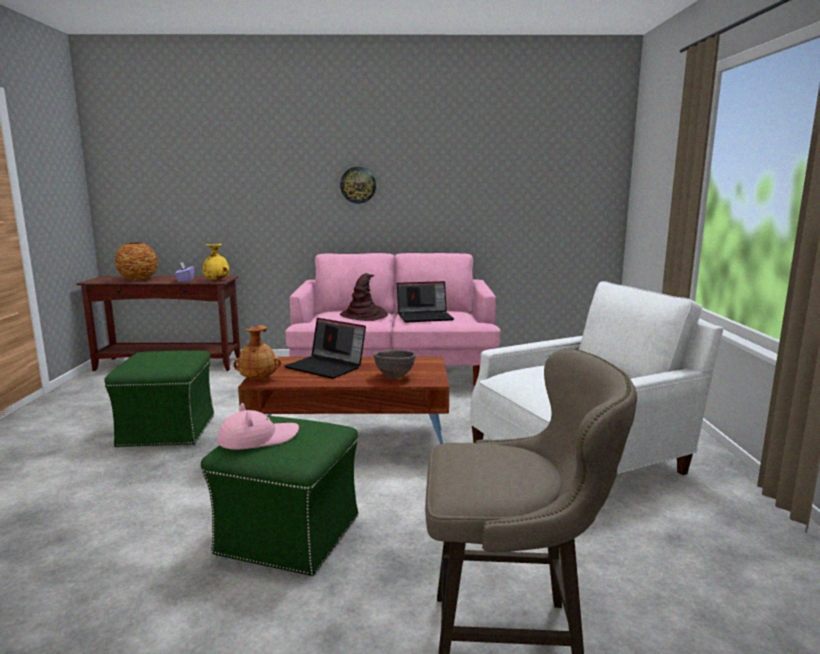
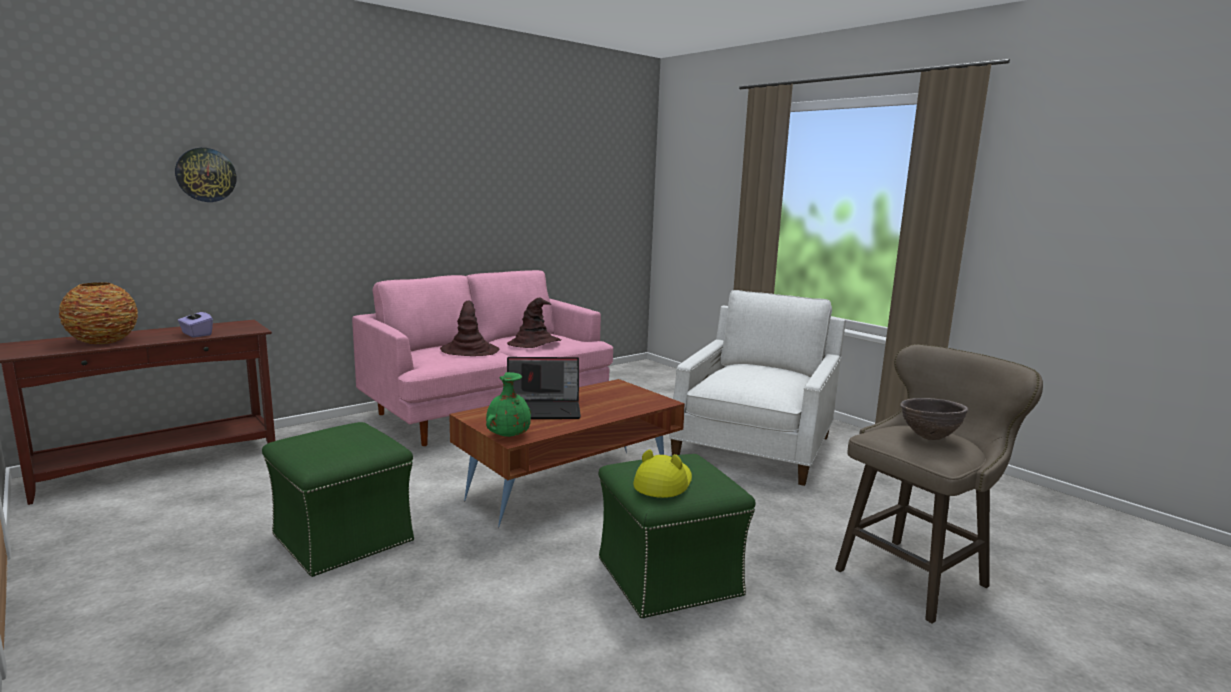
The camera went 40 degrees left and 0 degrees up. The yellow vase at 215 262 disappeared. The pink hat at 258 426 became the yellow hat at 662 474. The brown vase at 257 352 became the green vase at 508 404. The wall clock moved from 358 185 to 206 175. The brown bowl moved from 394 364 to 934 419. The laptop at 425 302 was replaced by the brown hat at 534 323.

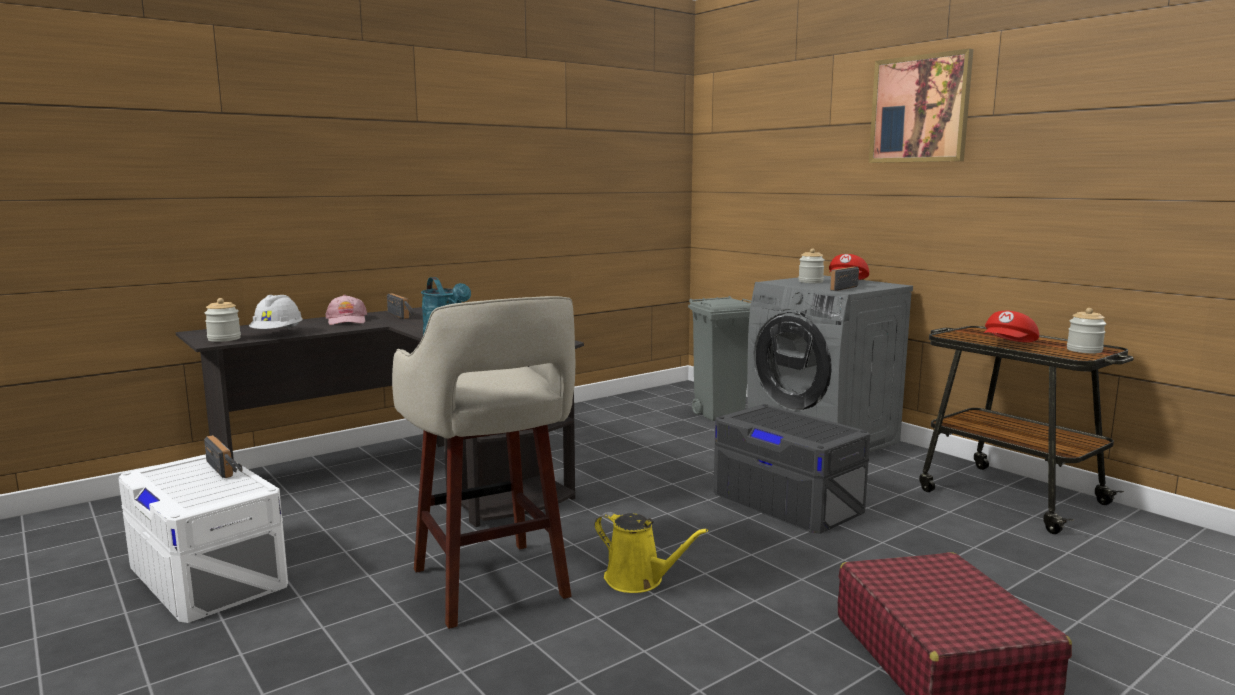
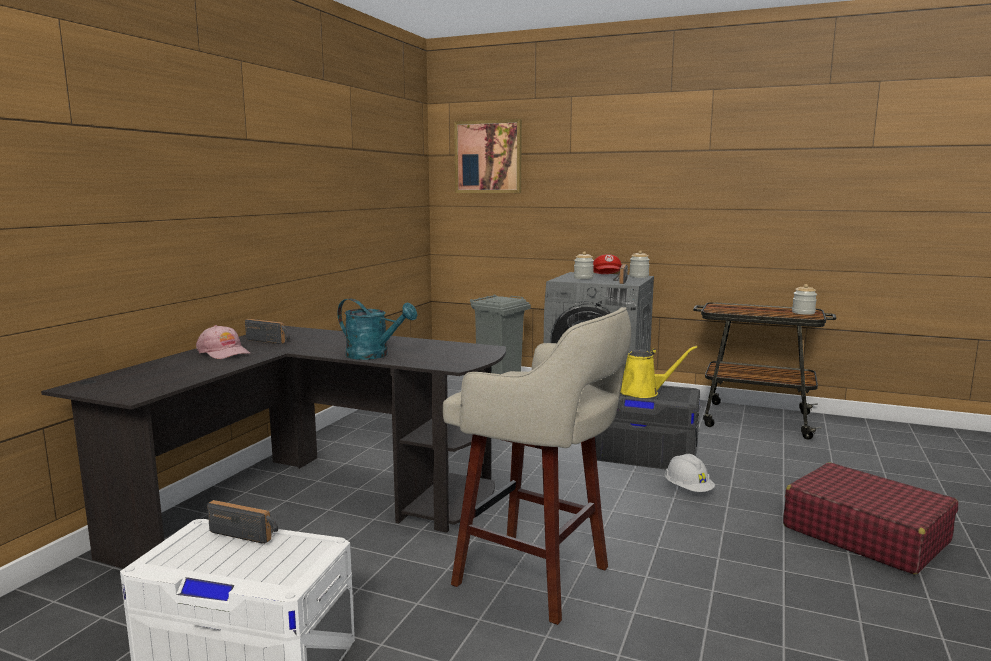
The camera went 30 degrees left and 0 degrees up. The jar moved from 223 320 to 639 264. The white hard hat moved from 276 312 to 689 473. The yellow watering can moved from 651 552 to 658 372. The picture moved from 921 106 to 488 156. The red cap at 1011 326 disappeared.

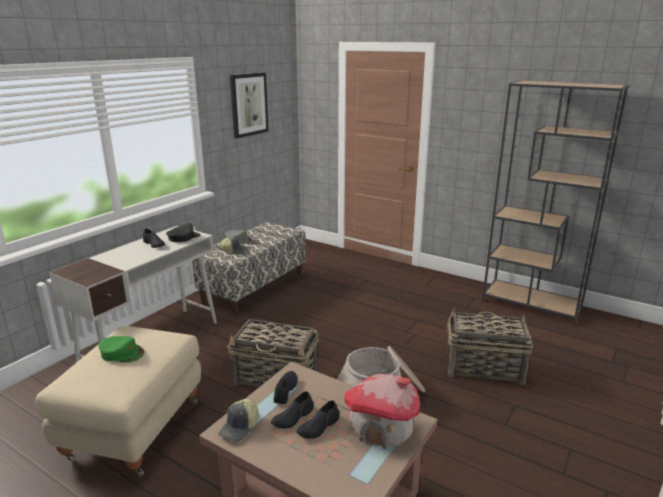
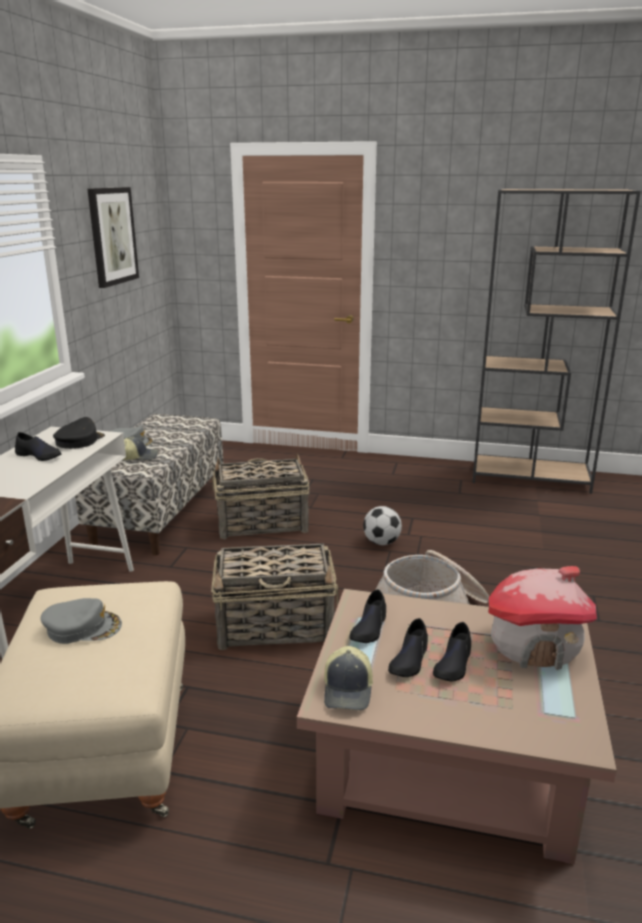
The camera went 20 degrees left and 0 degrees up. The green cap at 121 349 became the grey cap at 81 621. The black shoe at 286 387 turned 150 degrees counterclockwise. The basket moved from 489 346 to 260 496. The football at 382 525 appeared.

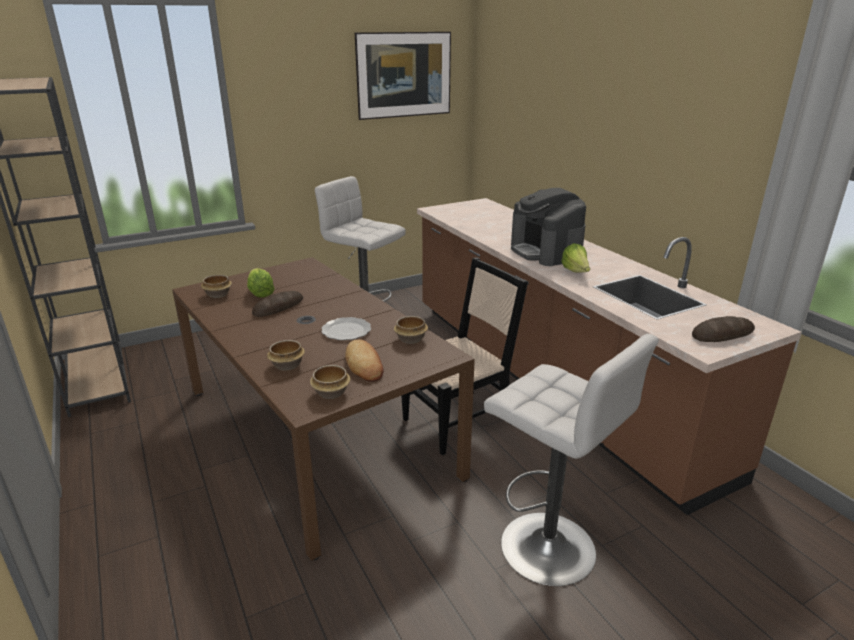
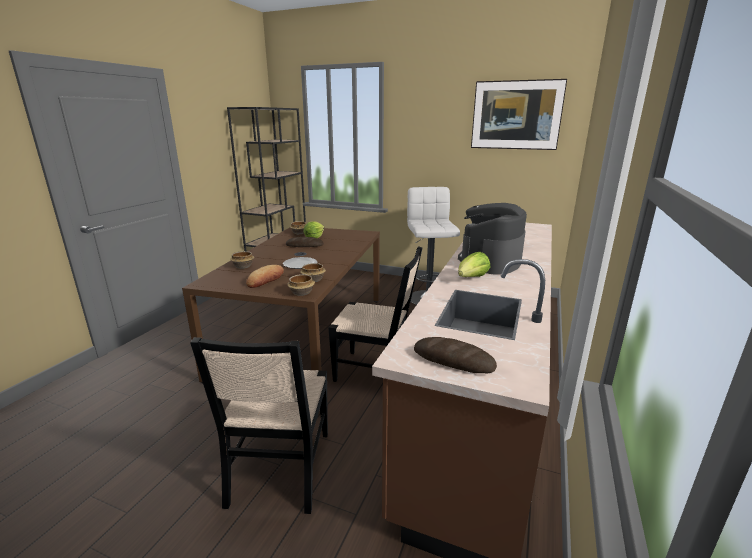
The camera went 50 degrees right and 5 degrees down. The bowl moved from 330 382 to 301 285. The white stool at 571 460 was replaced by the chair at 259 425.

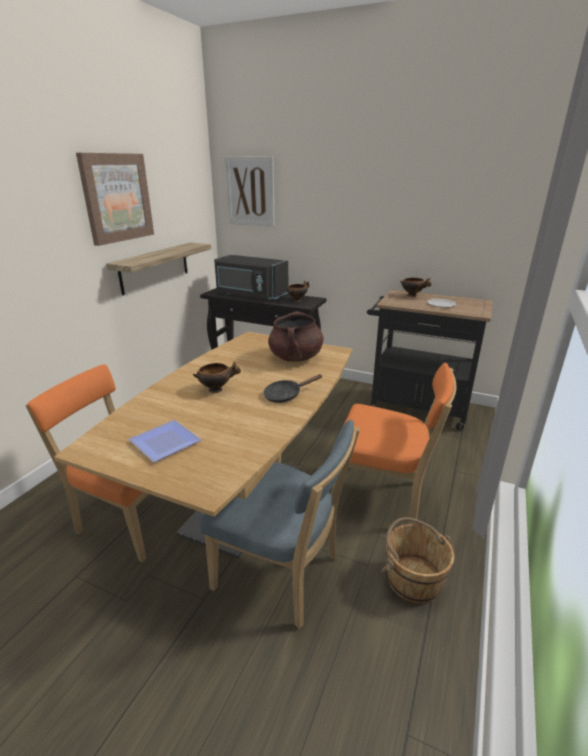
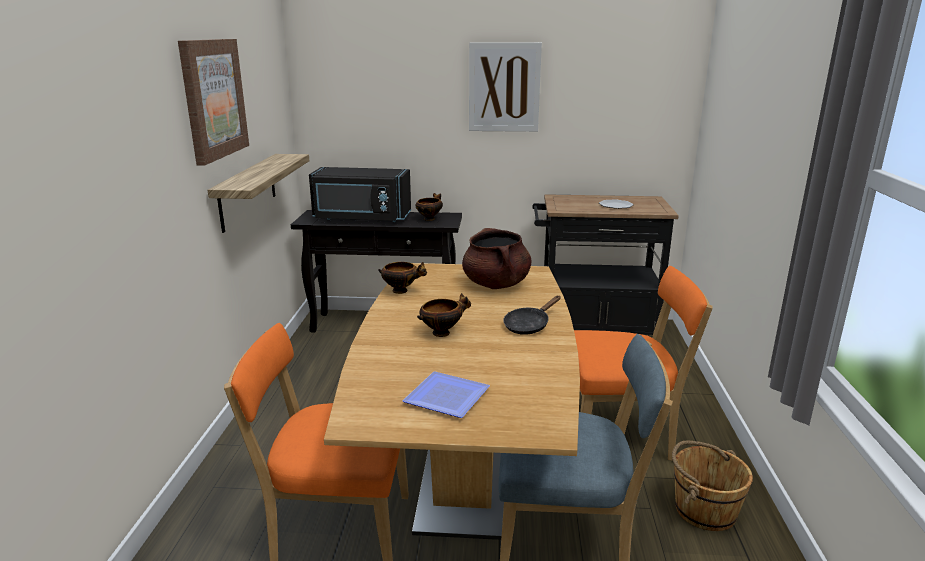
The camera went 20 degrees left and 5 degrees down. The picture moved from 250 191 to 505 87. The bowl moved from 416 287 to 402 278.

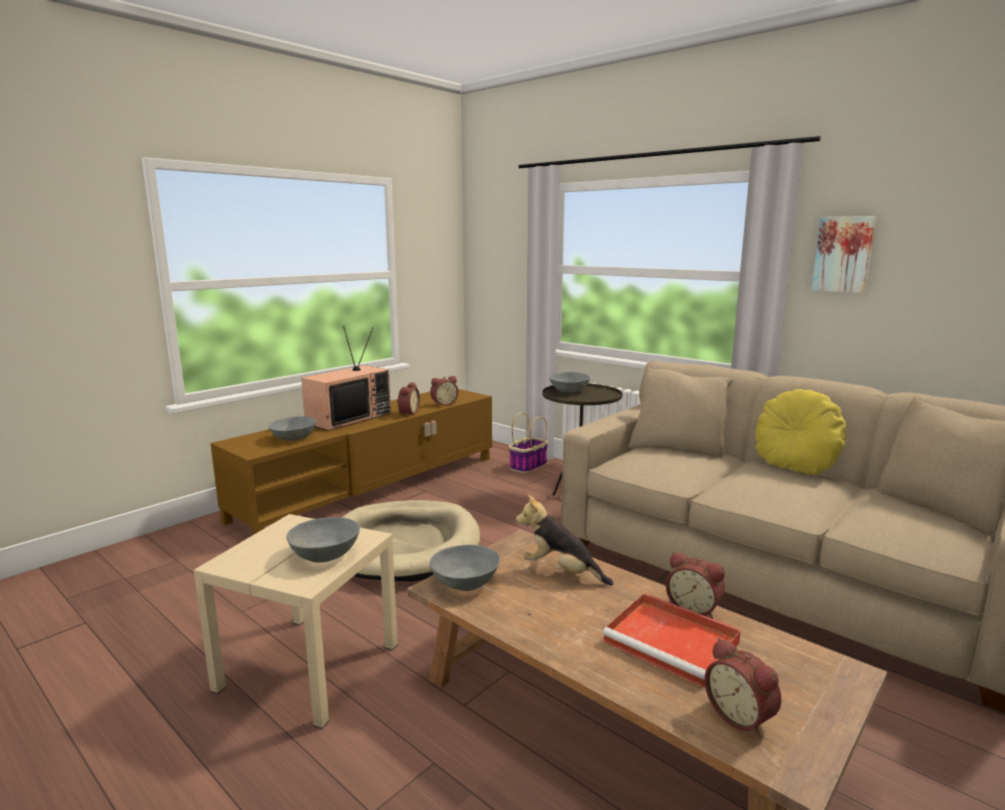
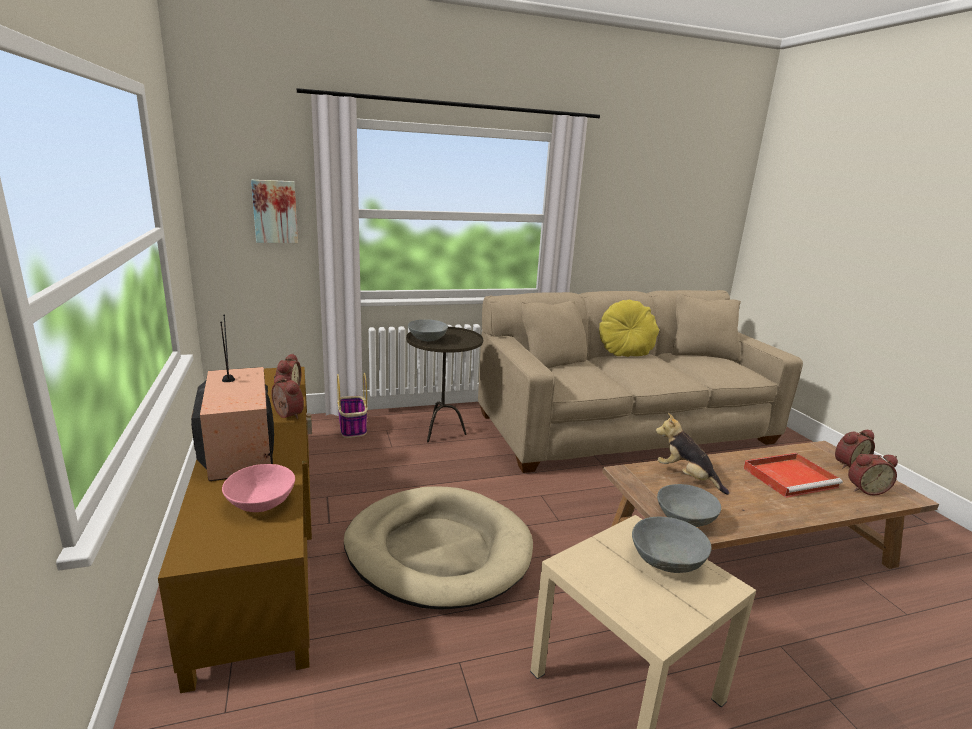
The camera went 60 degrees left and 5 degrees up. The grey bowl at 292 428 became the pink bowl at 258 488. The plush toy at 565 540 turned 75 degrees clockwise. The alarm clock moved from 695 585 to 855 449. The picture moved from 844 254 to 274 211.

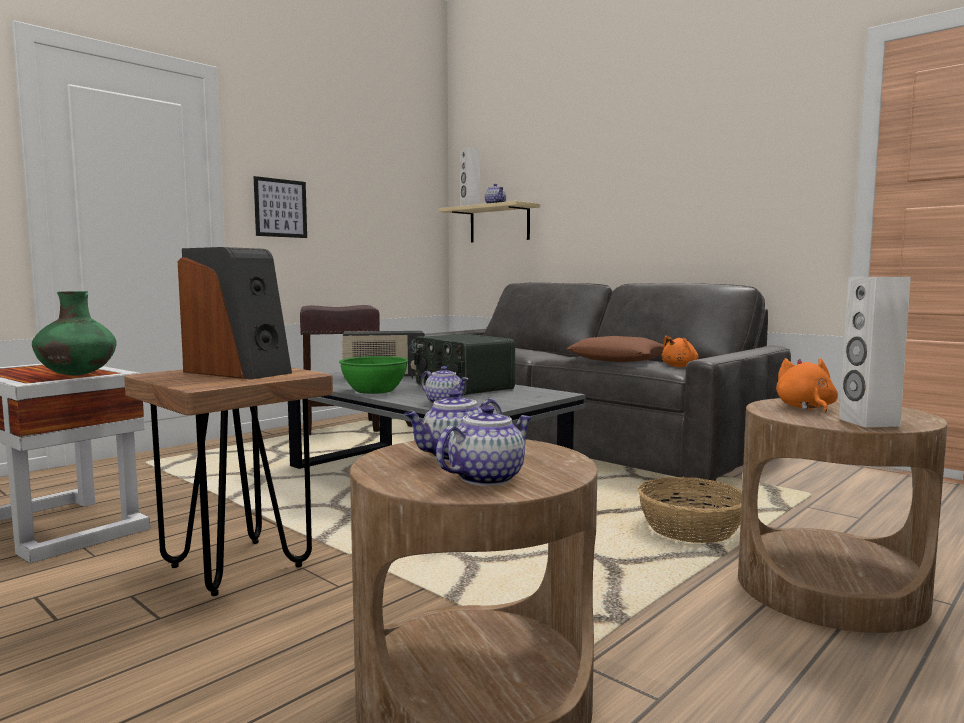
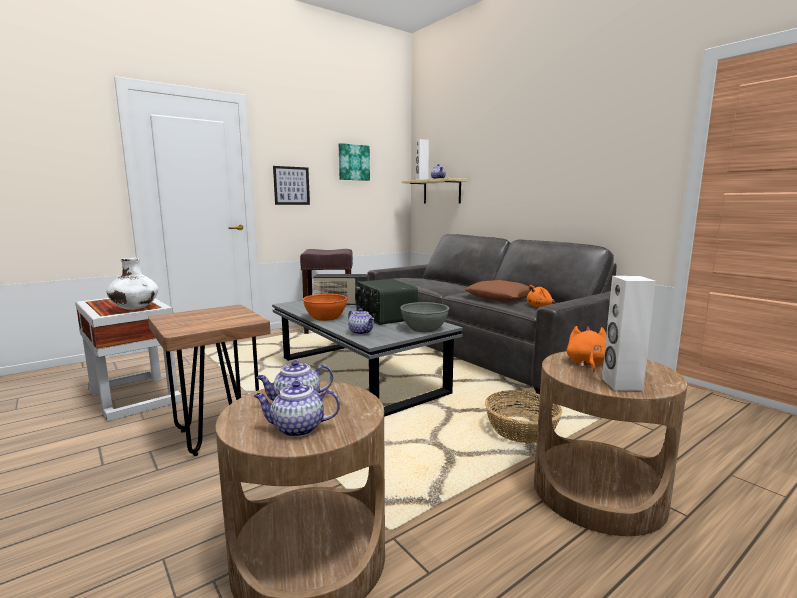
The camera went 10 degrees right and 5 degrees up. The green vase at 74 333 became the white vase at 132 284. The speaker at 235 313 disappeared. The green bowl at 373 375 became the orange bowl at 325 307. The teapot at 484 445 turned 150 degrees counterclockwise. The picture at 354 162 appeared. The grey bowl at 424 317 appeared.

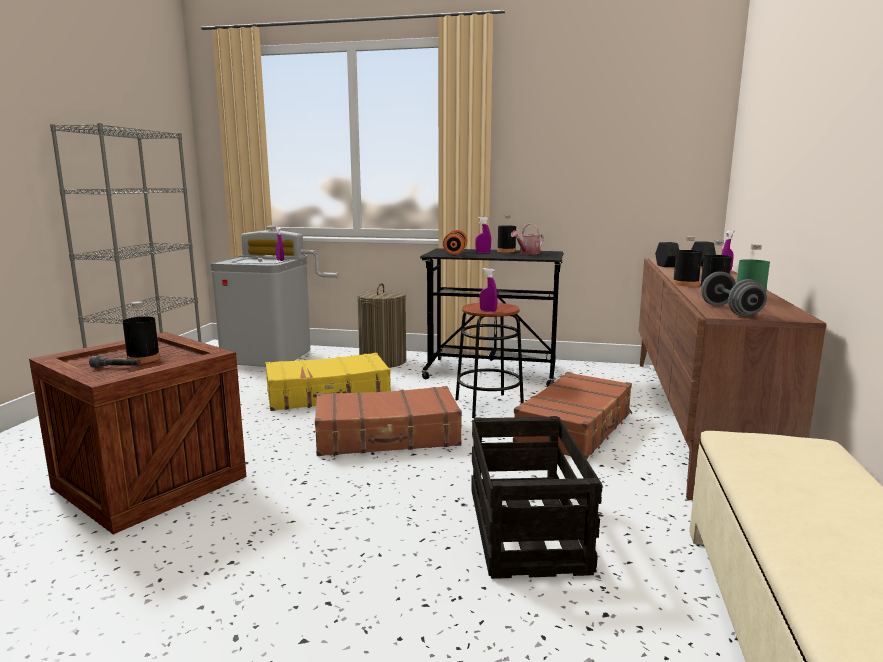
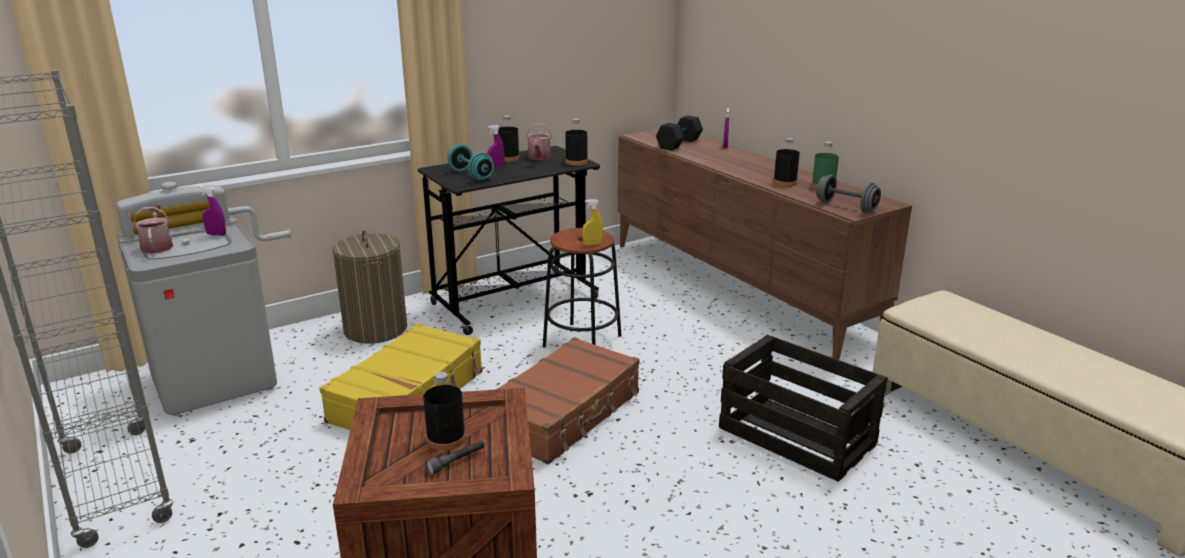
The camera went 45 degrees left and 10 degrees up. The orange dumbbell at 455 242 became the turquoise dumbbell at 470 162. The purple spray bottle at 488 290 became the yellow spray bottle at 592 222. The brown suitcase at 572 415 disappeared. The black bottle moved from 687 261 to 576 142. The watering can at 153 229 appeared.

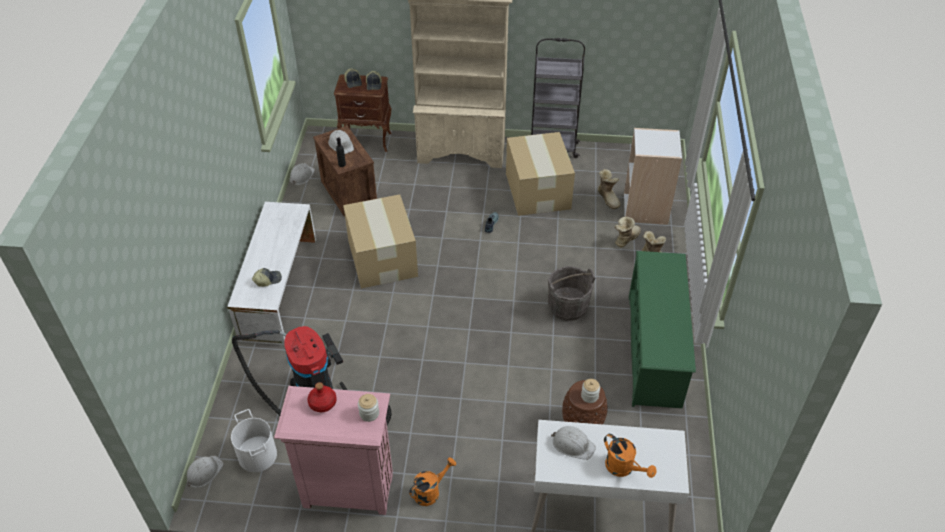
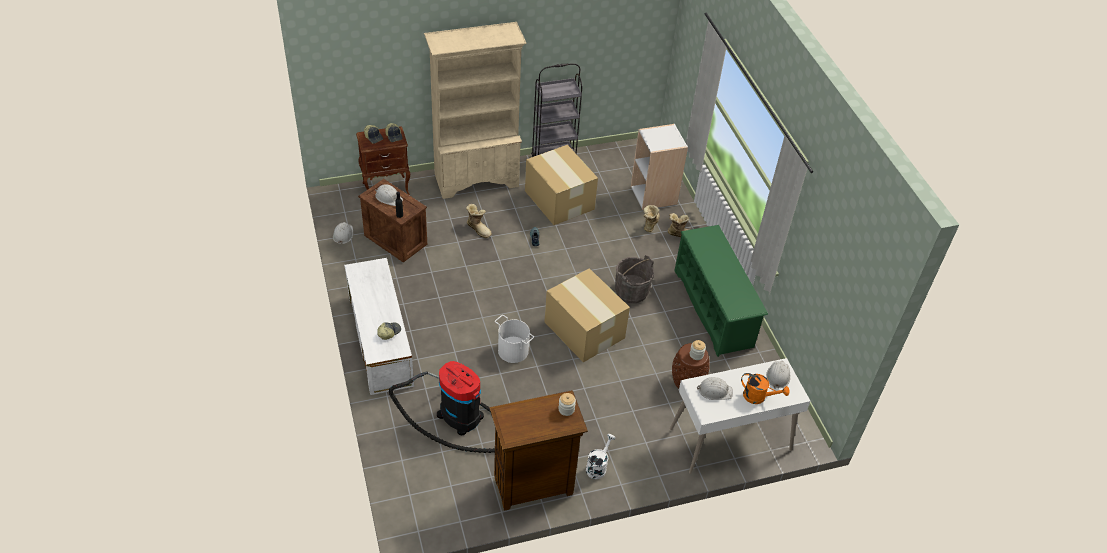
The camera went 25 degrees left and 0 degrees up. The white hard hat moved from 205 471 to 778 375. The white bucket moved from 254 440 to 514 339. The pink cabinet at 333 450 became the brown cabinet at 538 450. The red bottle at 322 397 disappeared. The cardboard box moved from 380 241 to 587 315. The orange watering can at 432 481 became the white watering can at 600 456. The boot moved from 609 189 to 479 221.

